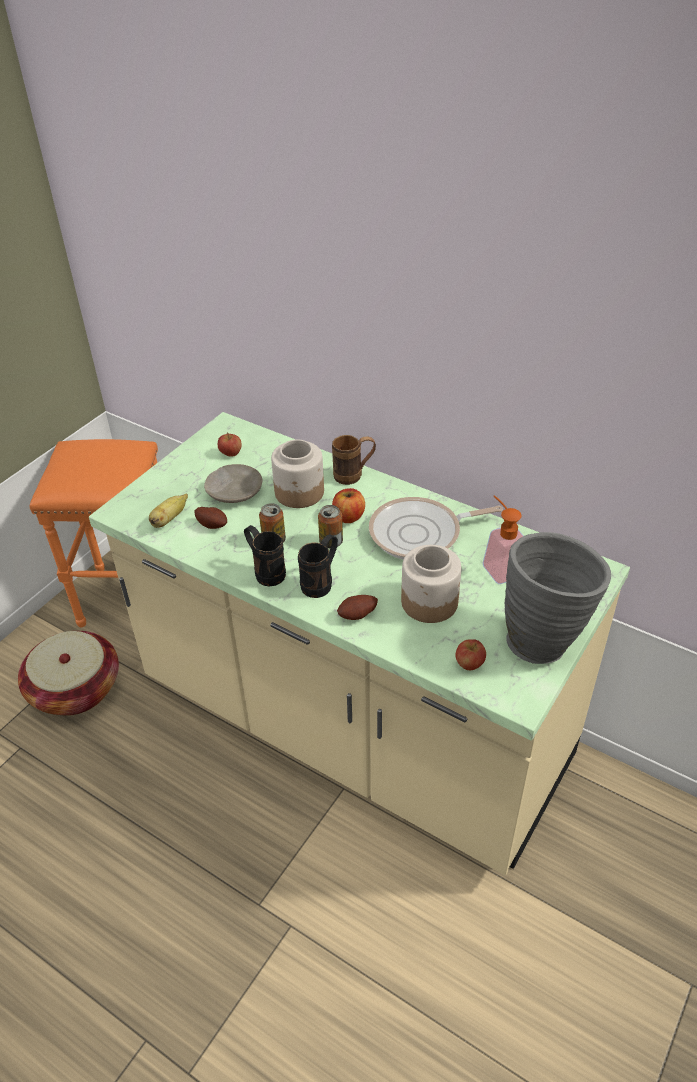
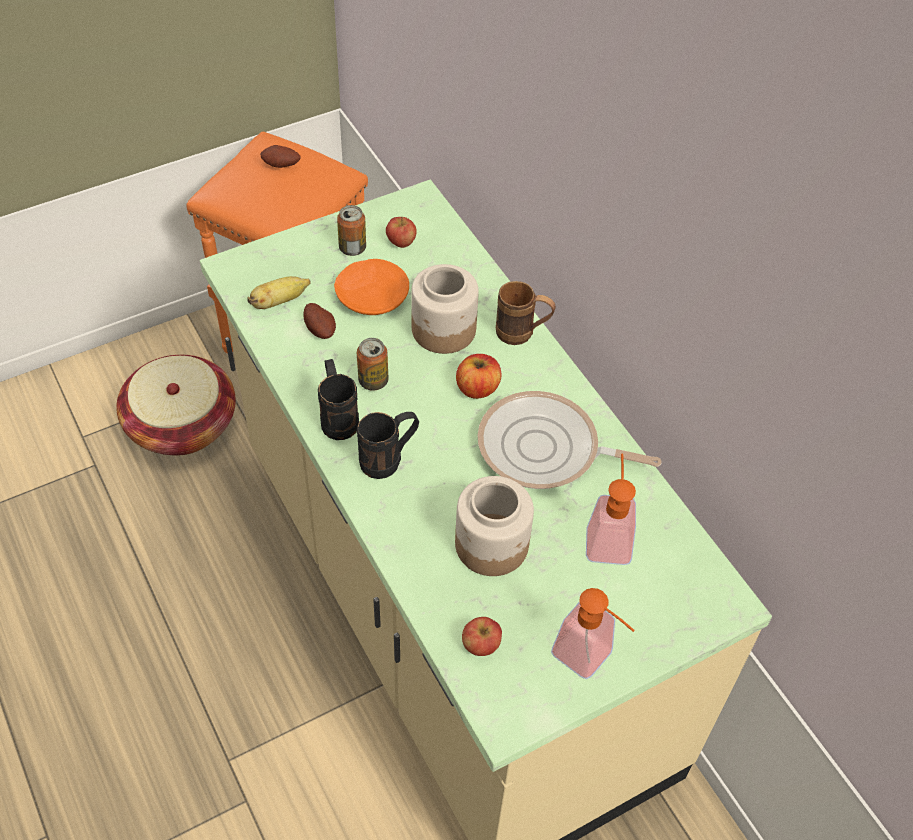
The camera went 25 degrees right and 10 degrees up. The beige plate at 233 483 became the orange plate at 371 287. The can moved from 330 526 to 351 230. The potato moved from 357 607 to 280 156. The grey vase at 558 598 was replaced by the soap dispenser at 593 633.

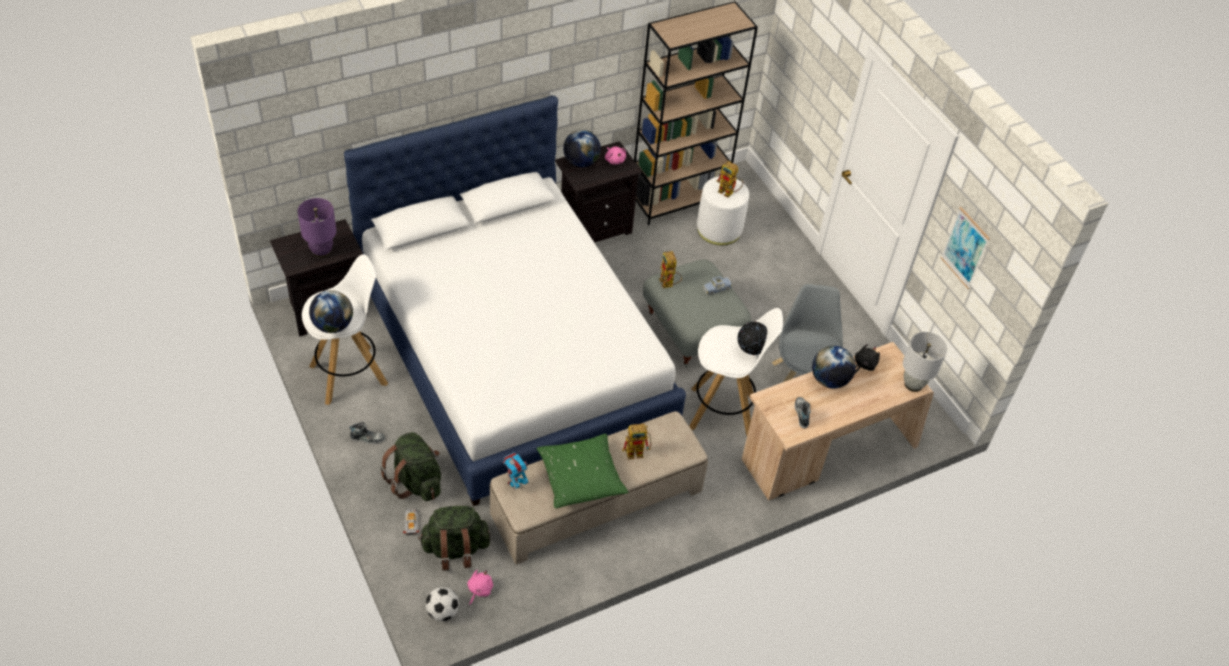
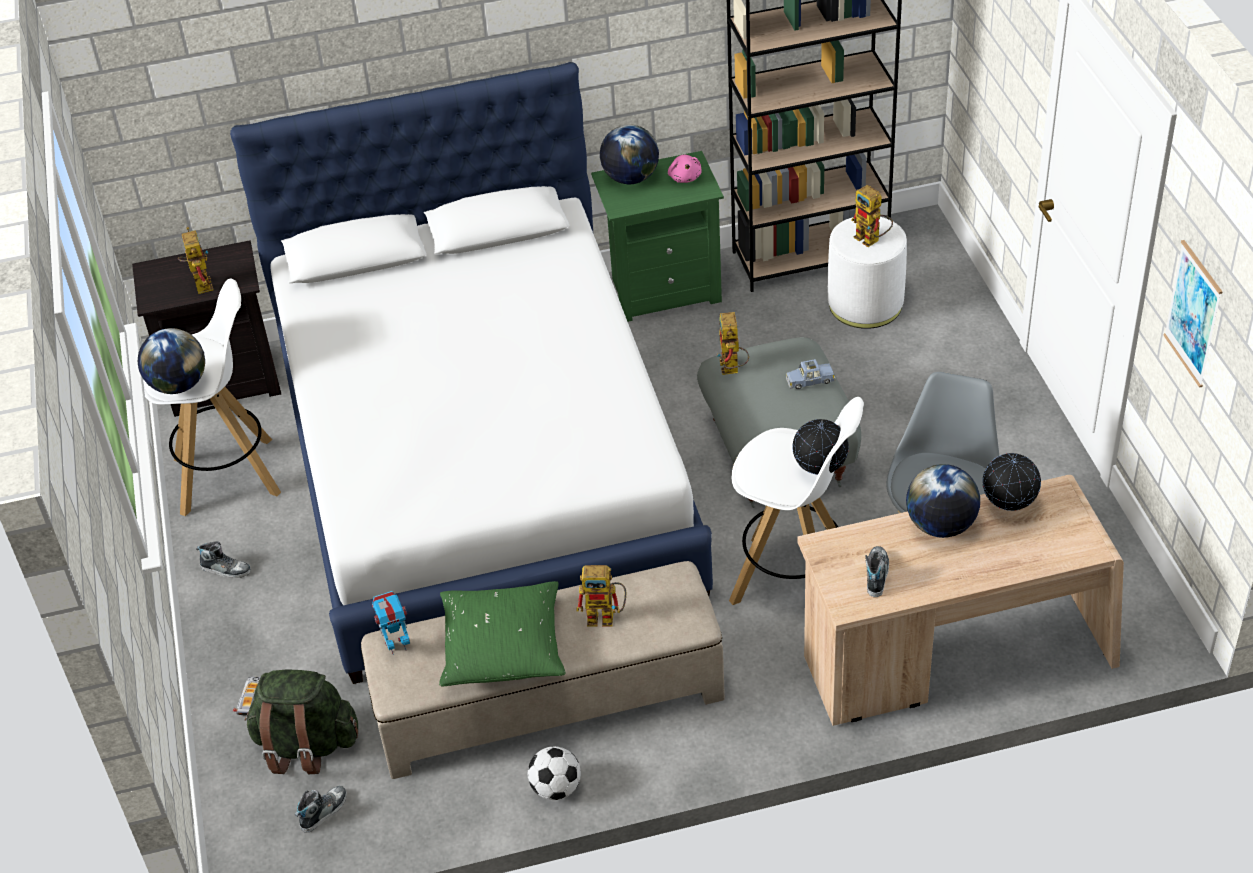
The camera went 20 degrees right and 5 degrees down. The purple table lamp at 317 228 was replaced by the toy robot at 195 260. The green backpack at 410 466 disappeared. The football moved from 442 604 to 554 773. The pink plush toy at 480 587 was replaced by the shoe at 321 809. The black nightstand at 598 192 became the green nightstand at 657 236. The black plush toy at 867 358 was replaced by the globe at 1011 482. The white table lamp at 925 362 disappeared.

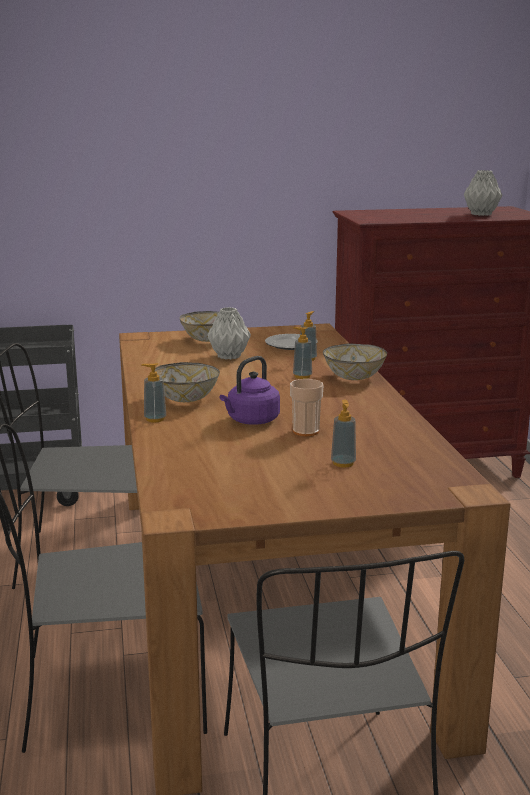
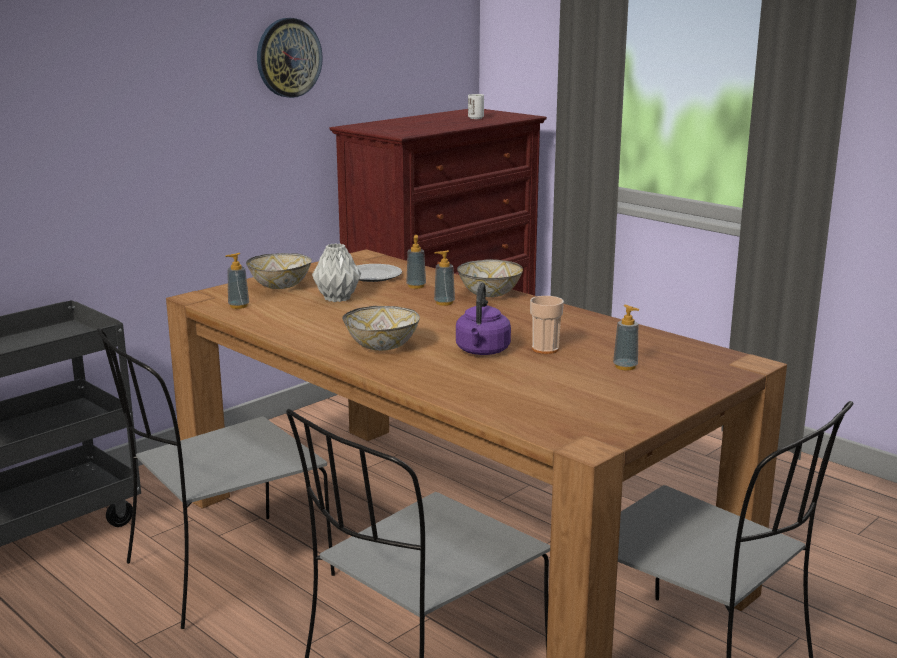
The camera went 35 degrees left and 0 degrees up. The soap dispenser moved from 153 393 to 237 281. The grey vase at 483 193 was replaced by the white cup at 476 106. The wall clock at 290 58 appeared.

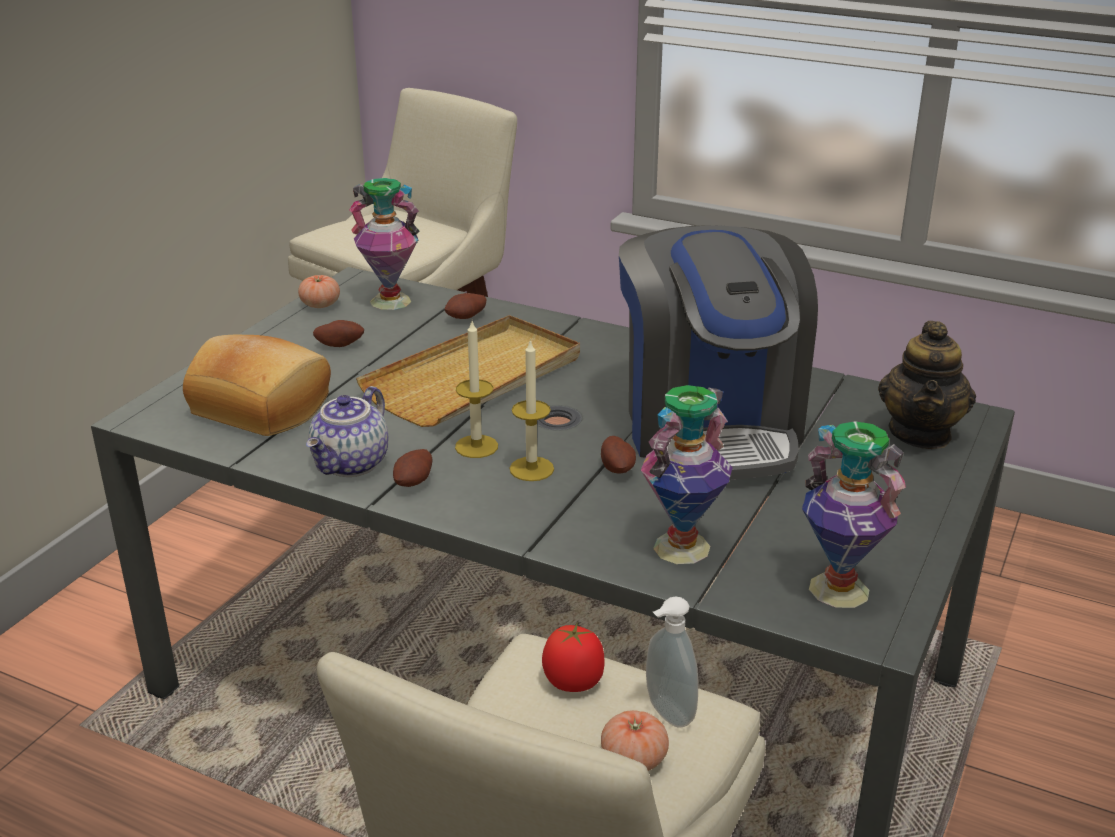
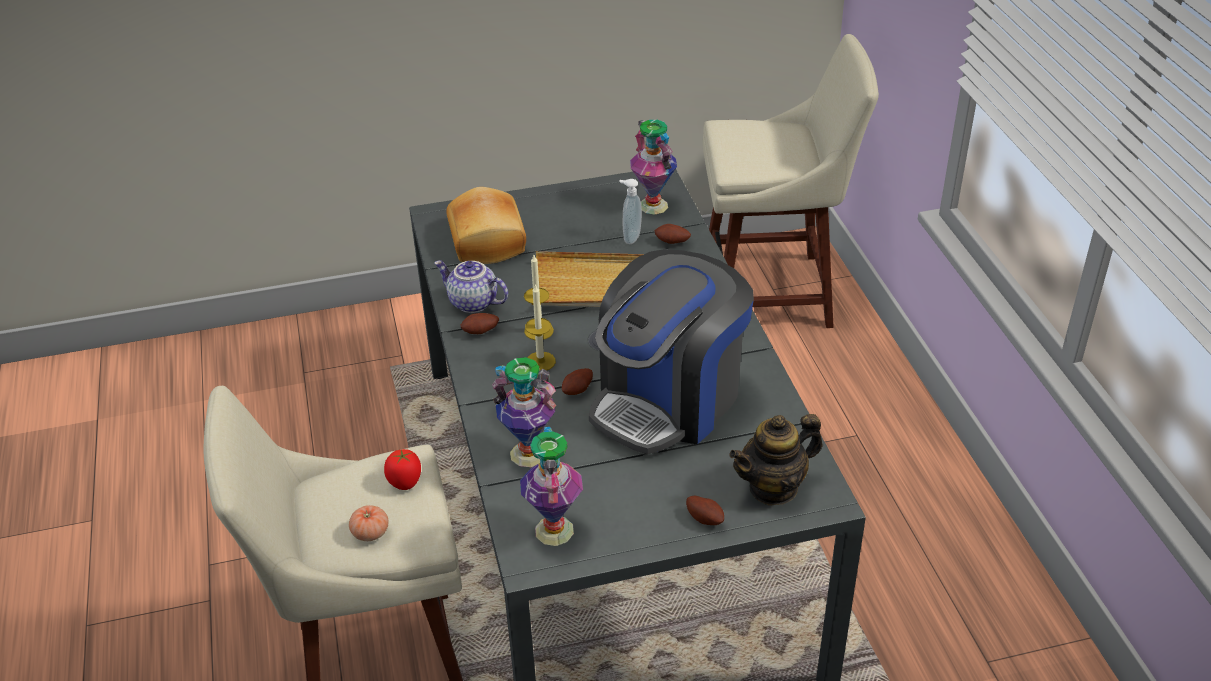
The camera went 50 degrees right and 10 degrees up. The tomato at 319 291 disappeared. The teapot at 347 431 turned 45 degrees clockwise. The potato moved from 338 333 to 705 510. The soap dispenser moved from 672 662 to 631 211.

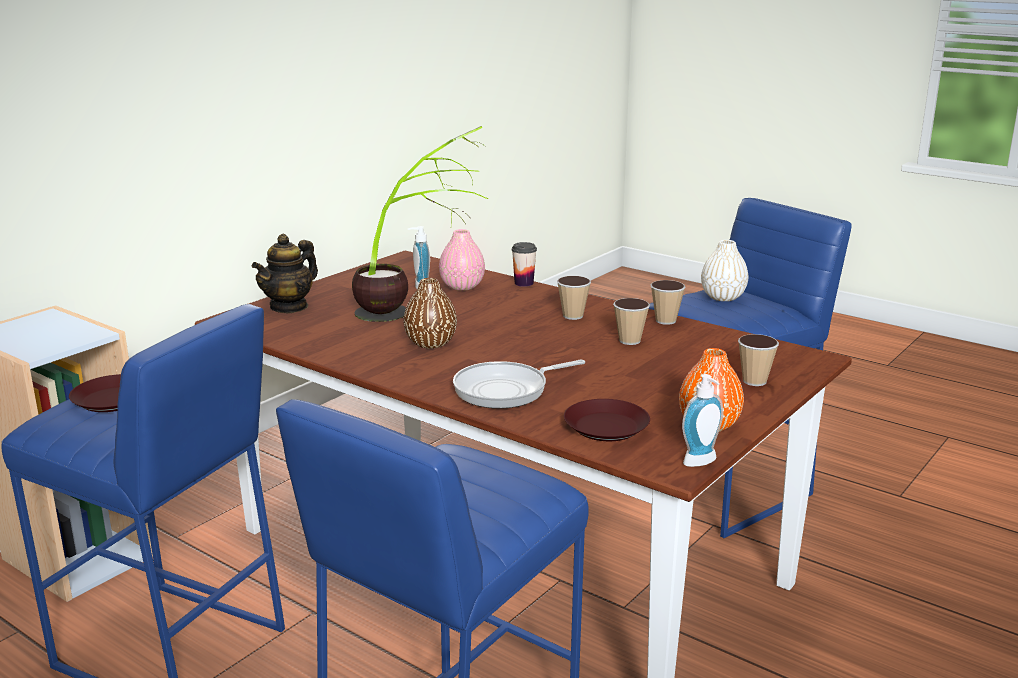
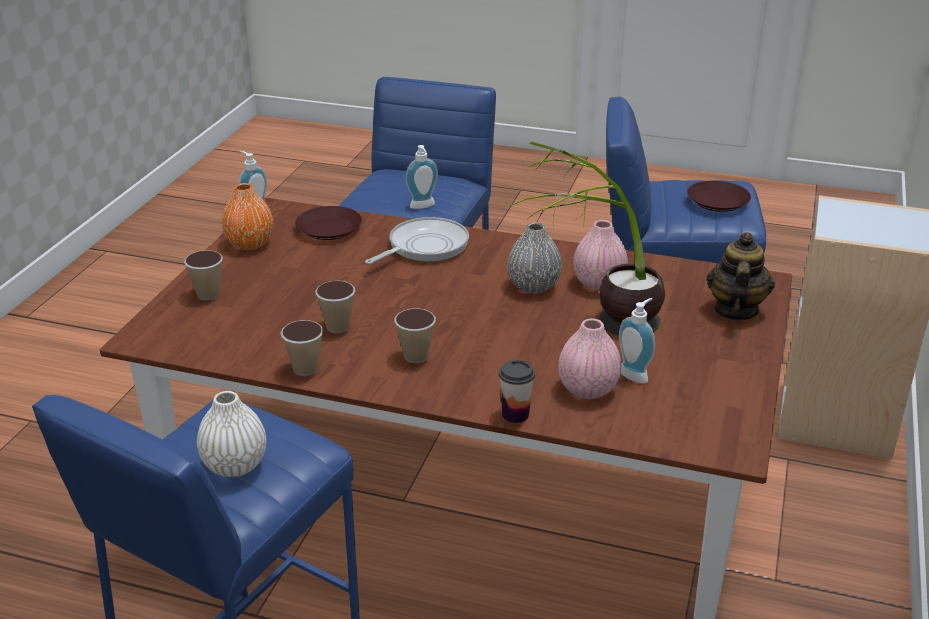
The camera went 160 degrees right and 10 degrees up. The brown vase at 430 313 became the grey vase at 534 257. The soap dispenser at 421 177 appeared. The pink vase at 600 255 appeared.

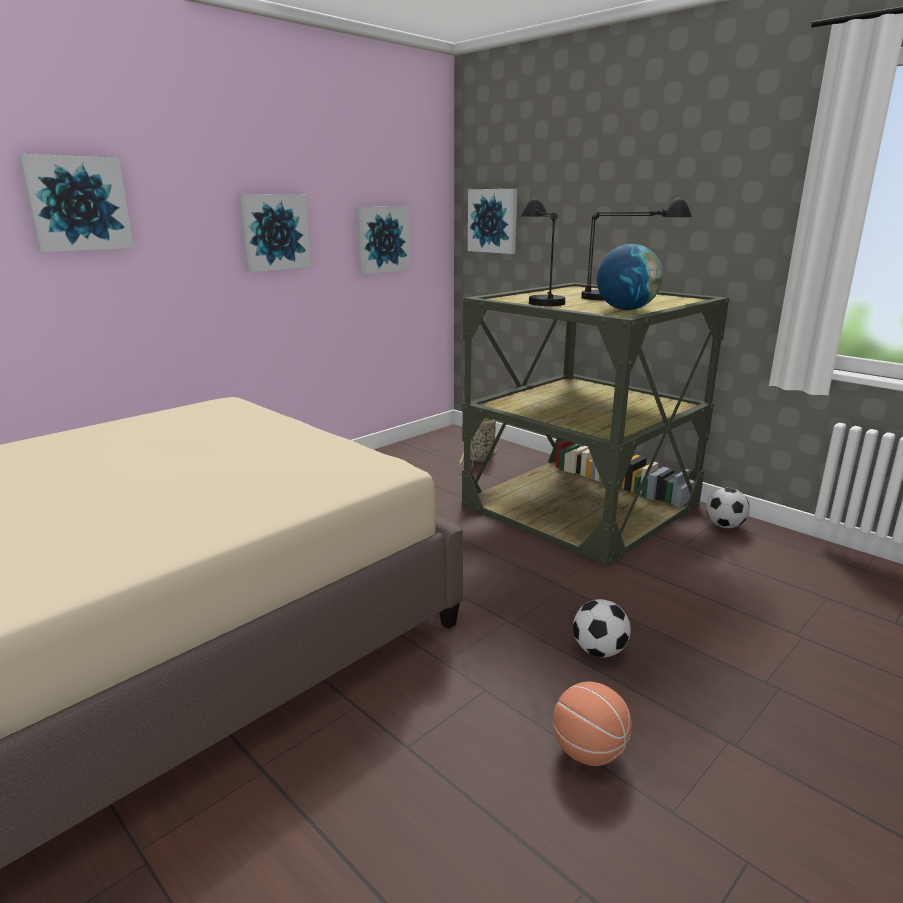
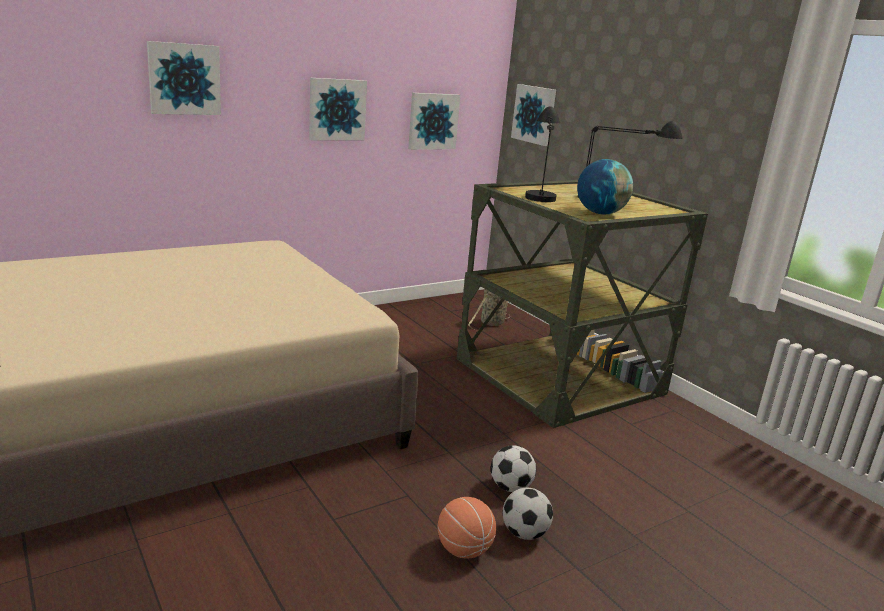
The camera went 10 degrees right and 0 degrees up. The football moved from 728 508 to 528 514.

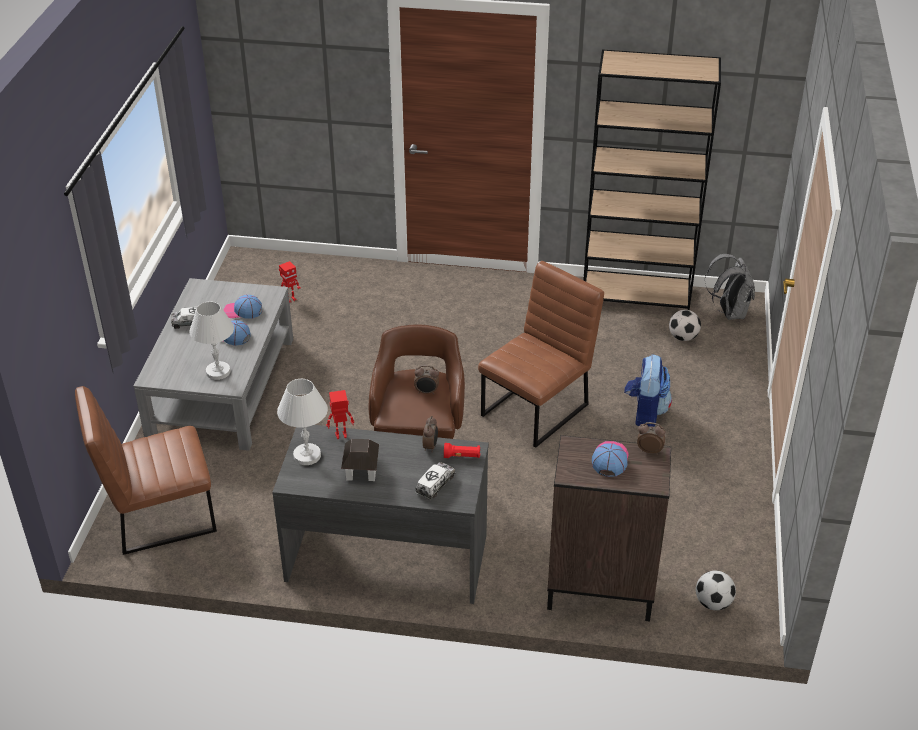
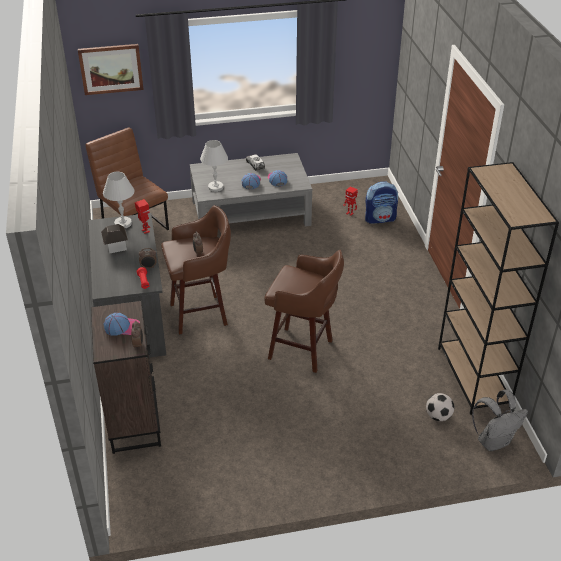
The camera went 70 degrees right and 0 degrees up. The toy truck at 435 481 disappeared. The brown chair at 541 354 was replaced by the brown stool at 304 311. The backpack moved from 648 390 to 381 202. The football at 716 590 disappeared. The picture at 111 69 appeared.

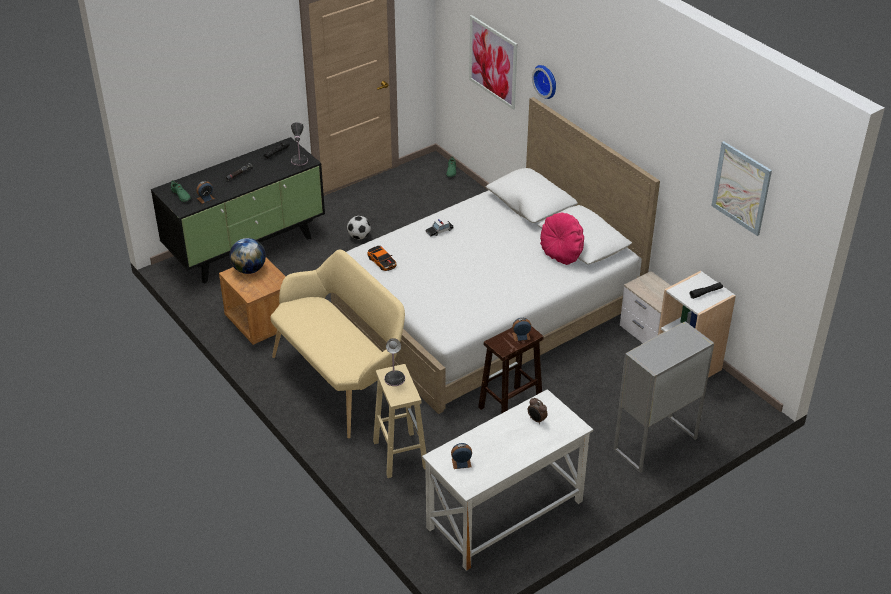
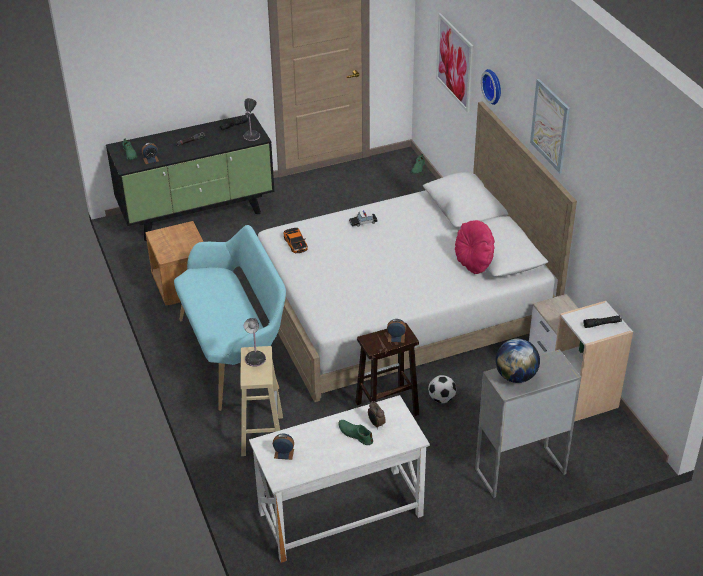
The camera went 15 degrees right and 0 degrees up. The globe moved from 248 256 to 517 361. The beige bench at 338 343 became the turquoise bench at 230 318. The football moved from 359 227 to 442 389. The picture moved from 741 188 to 550 126. The green shoe at 355 432 appeared.

